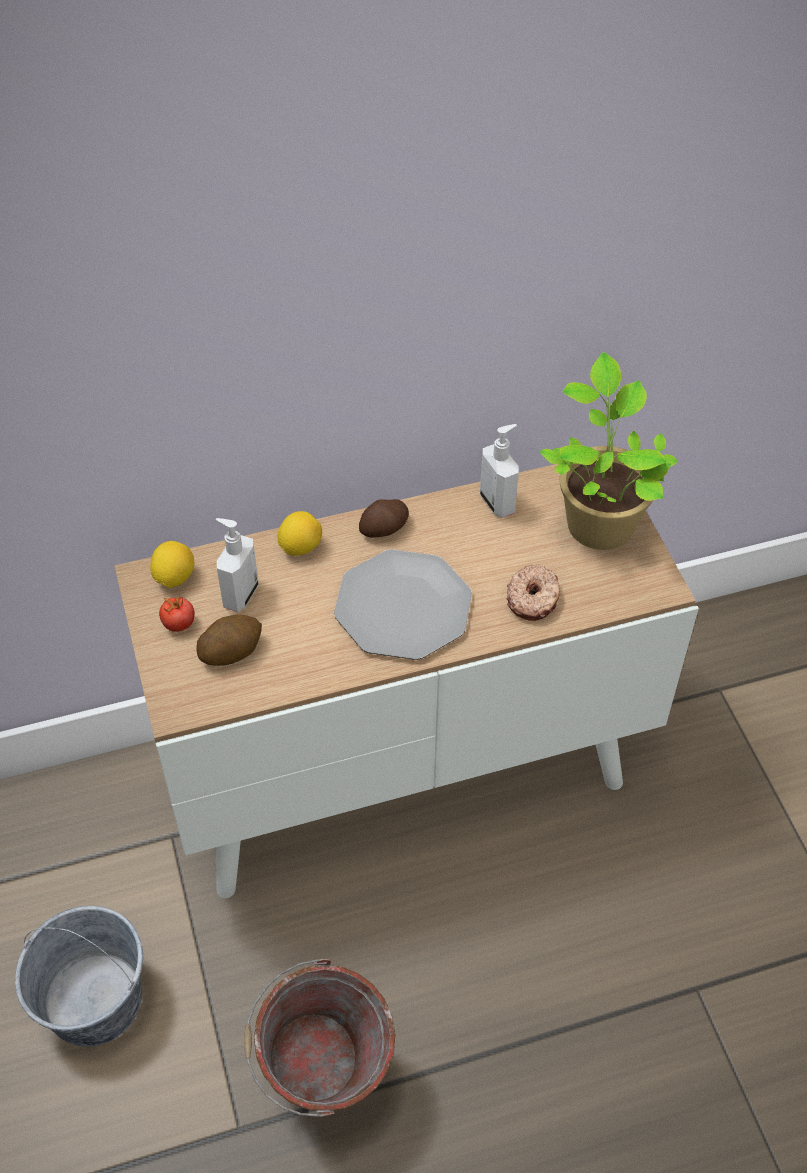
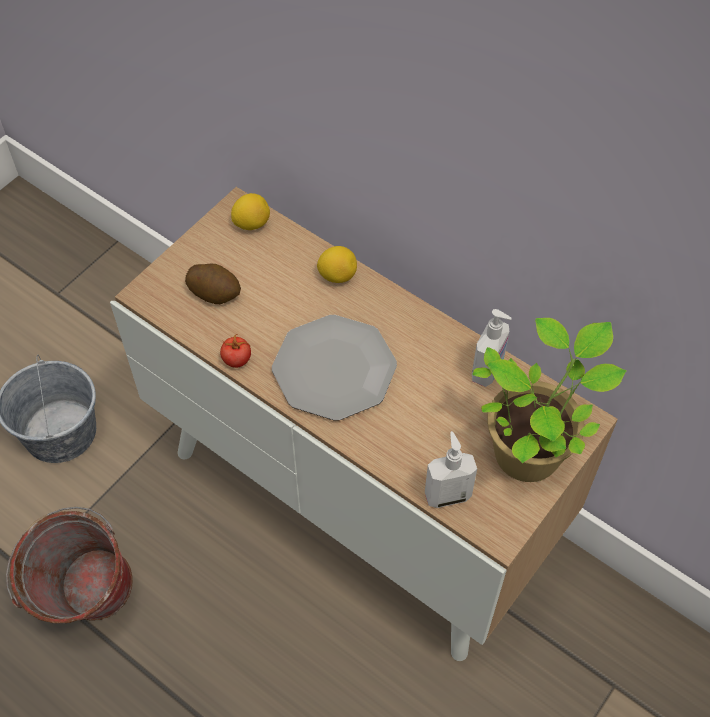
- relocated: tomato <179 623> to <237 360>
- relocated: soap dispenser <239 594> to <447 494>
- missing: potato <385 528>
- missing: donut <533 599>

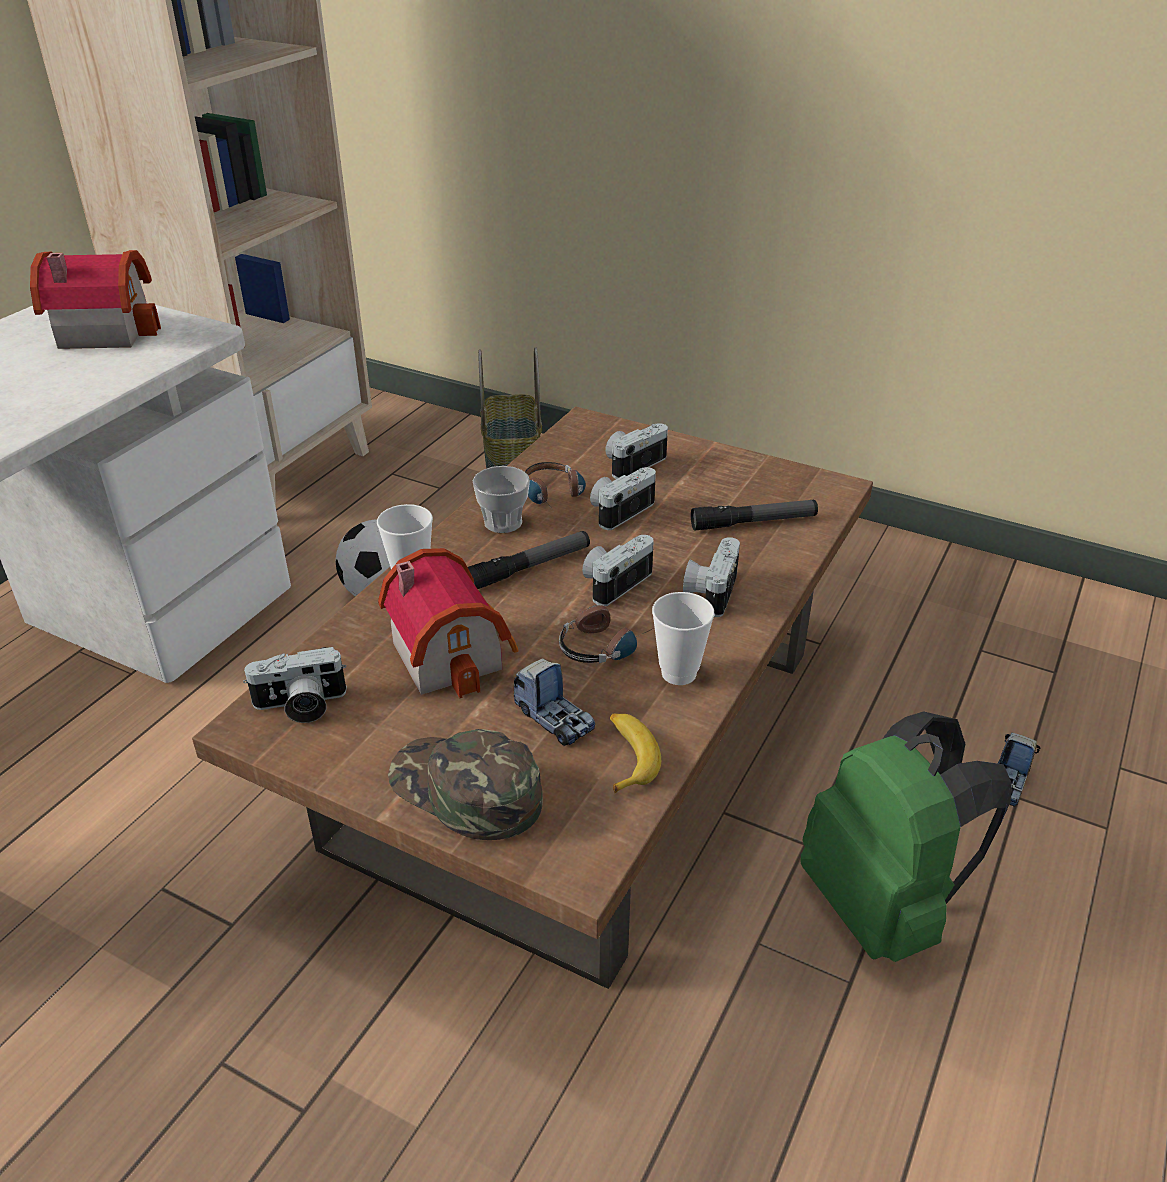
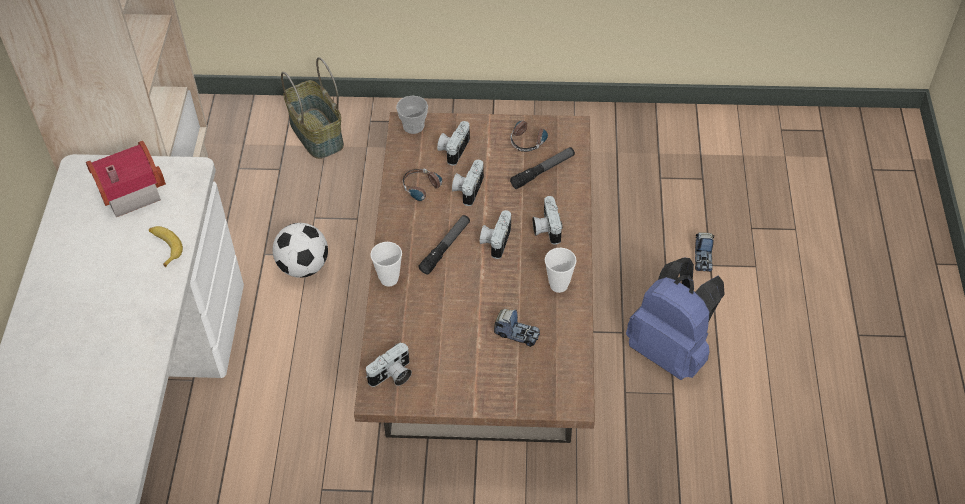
- relocated: banana <627 757> to <164 247>
- relocated: cup <503 522> to <413 126>
- relocated: headphones <606 643> to <530 137>
- colour: backpack/green <882 906> to backpack/blue <671 350>
- missing: toy house <453 652>
- missing: cap/green <465 790>

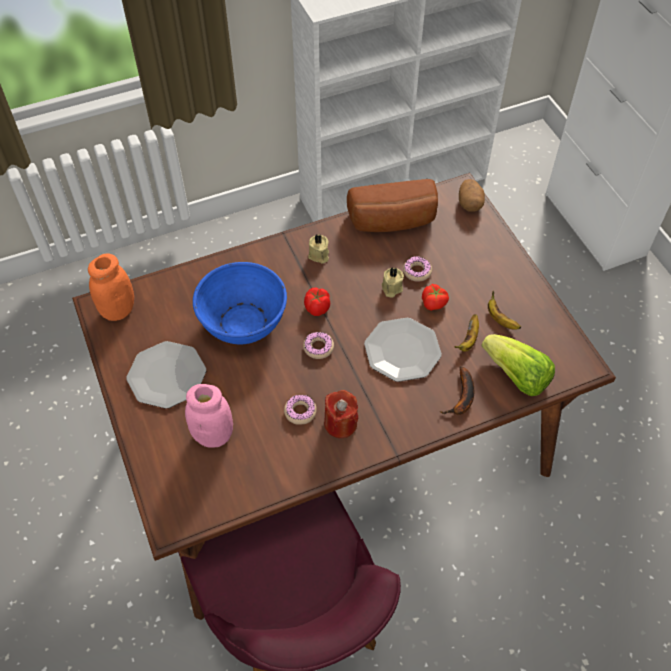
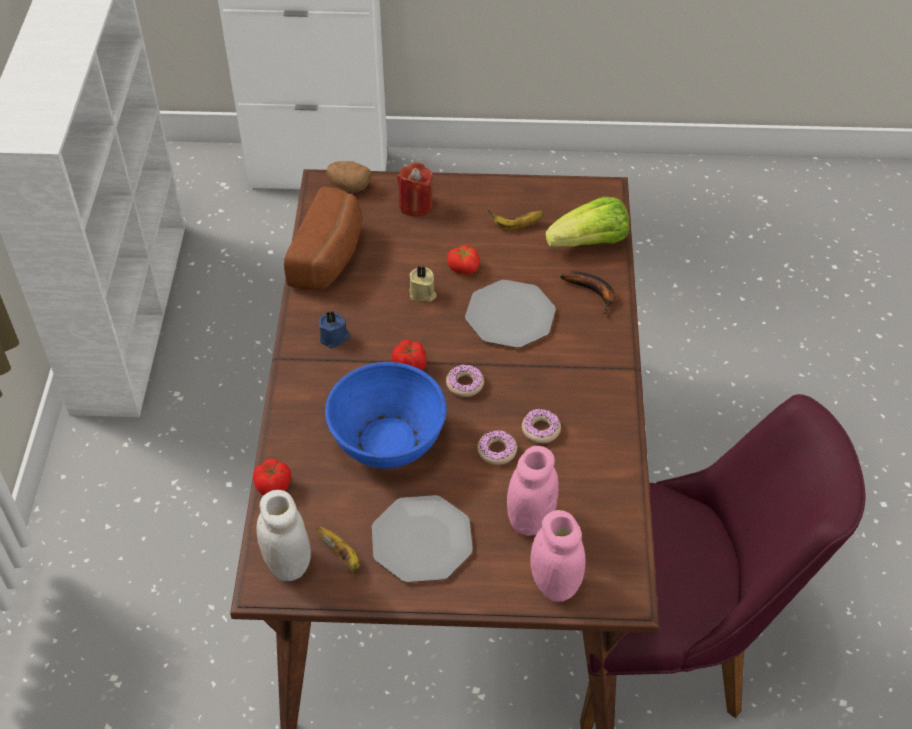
- appeared: tomato <274 486>
- colour: jar/orange <118 310> to jar/white <288 564>
- relocated: banana <468 340> to <342 555>
- colour: candle/beige <319 255> to candle/blue <334 338>
- relocated: candle/red <340 424> to <415 205>
- relocated: donut <417 271> to <497 451>
- appeared: jar/pink <554 584>

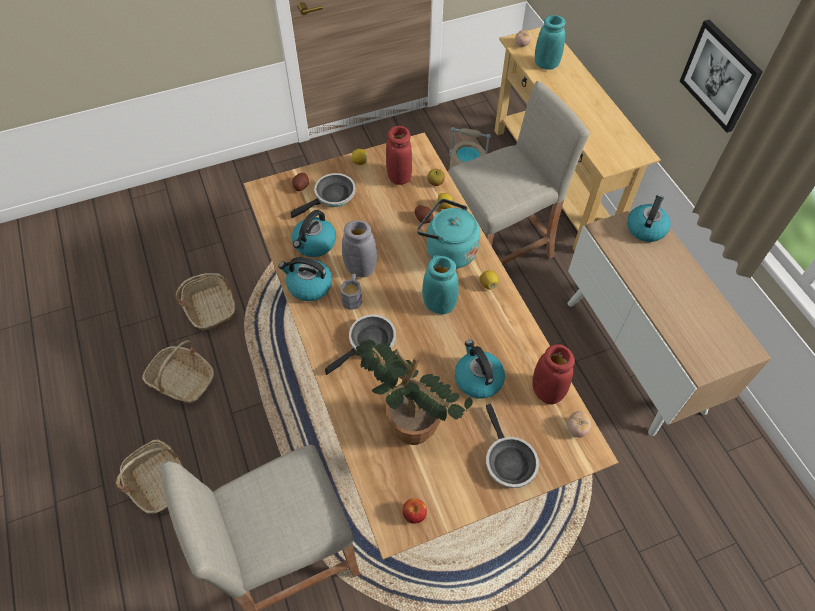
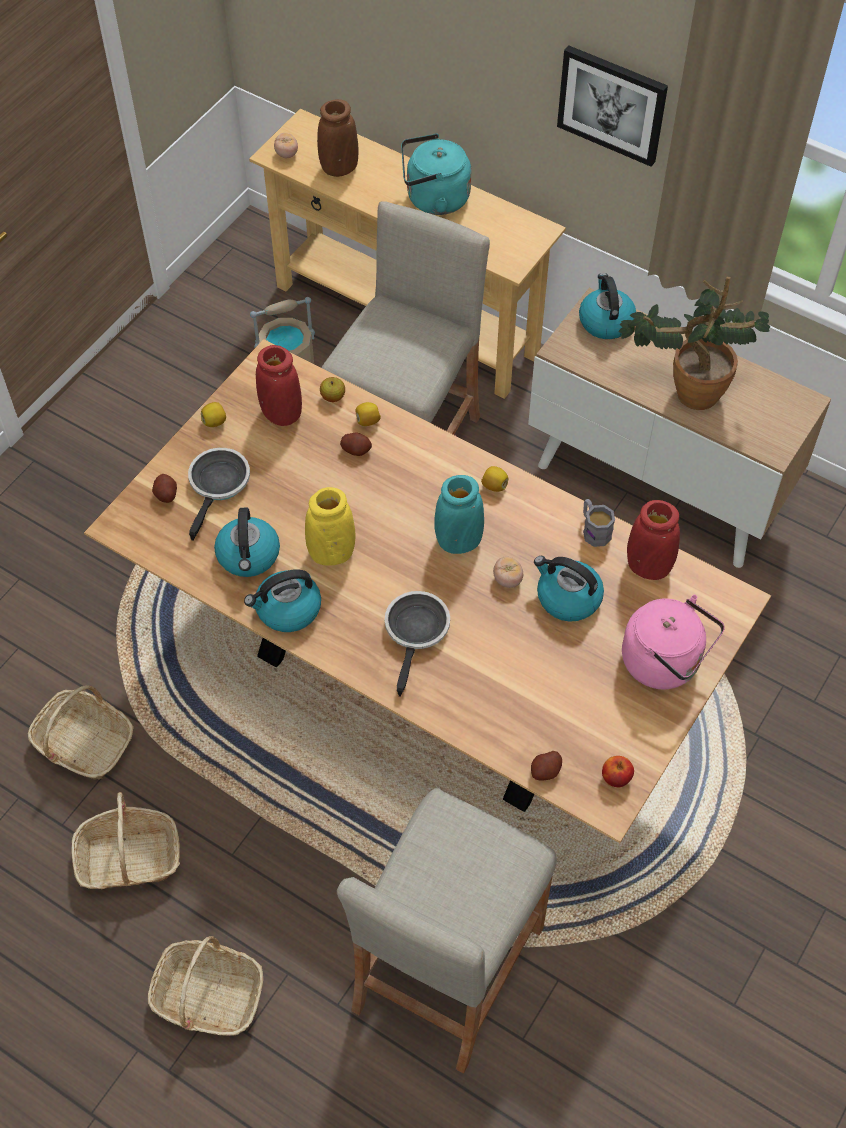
- colour: vase/grey <360 268> to vase/yellow <332 553>
- colour: vase/turquoise <546 64> to vase/brown <339 168>
- relocated: kettle/turquoise <447 251> to <433 199>
- relocated: tomato <577 428> to <507 579>
- appeared: potato <545 771>
- relocated: mug/grey <352 297> to <594 530>
- relocated: potted plant <408 419> to <687 390>
- exchanged: frying pan <508 460> to kettle/pink <665 663>

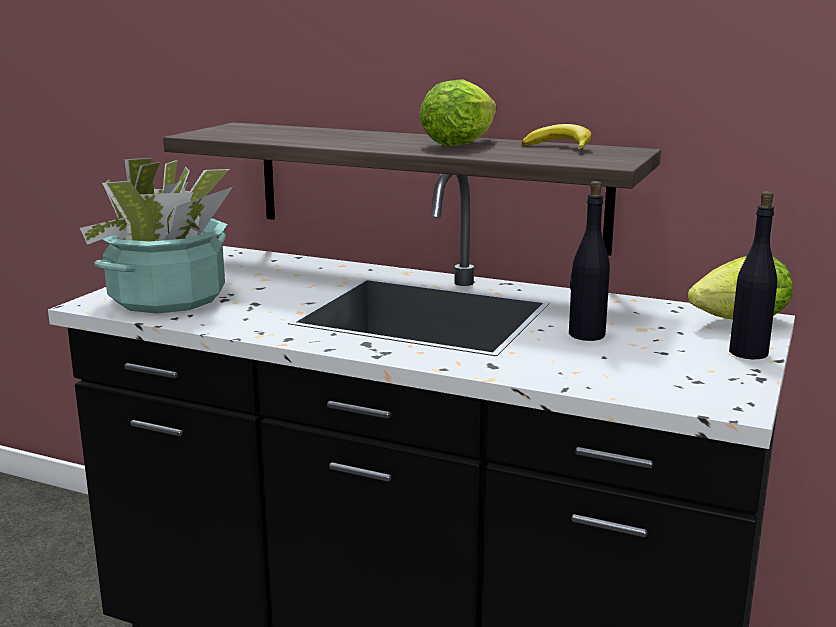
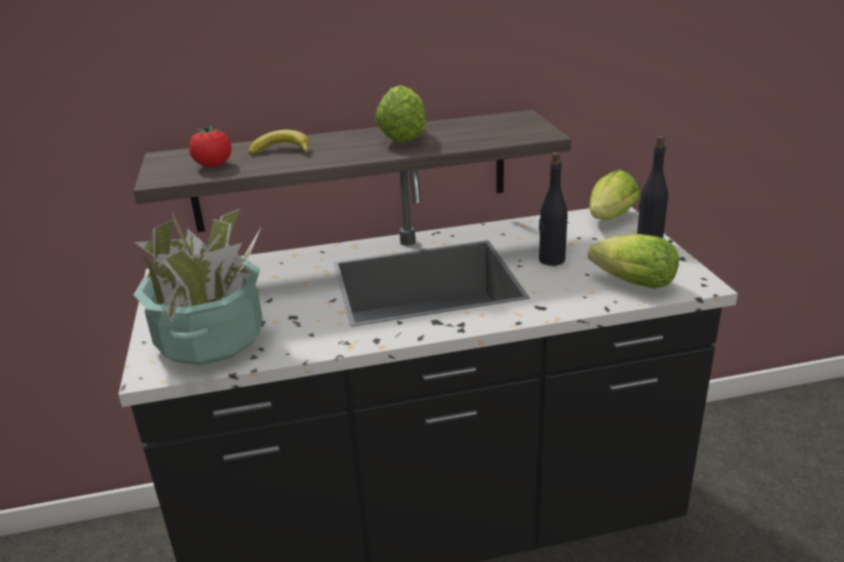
- appeared: tomato <213 165>
- relocated: banana <560 147> to <282 150>
- appeared: lettuce <629 282>

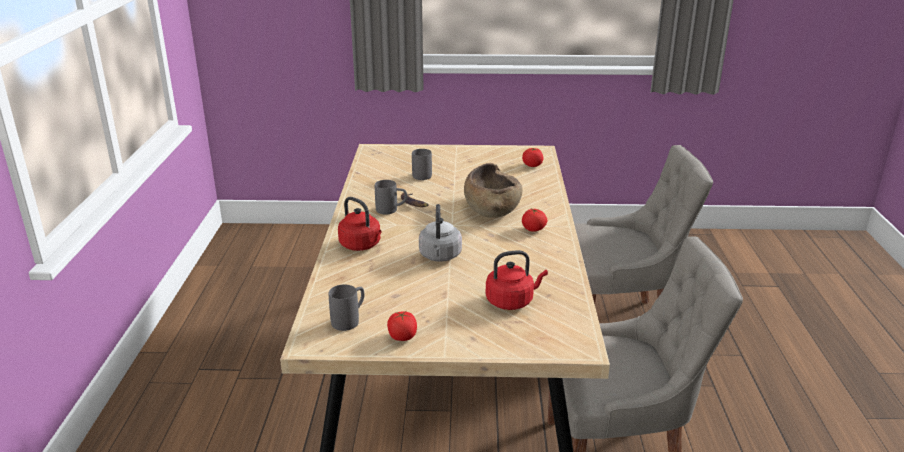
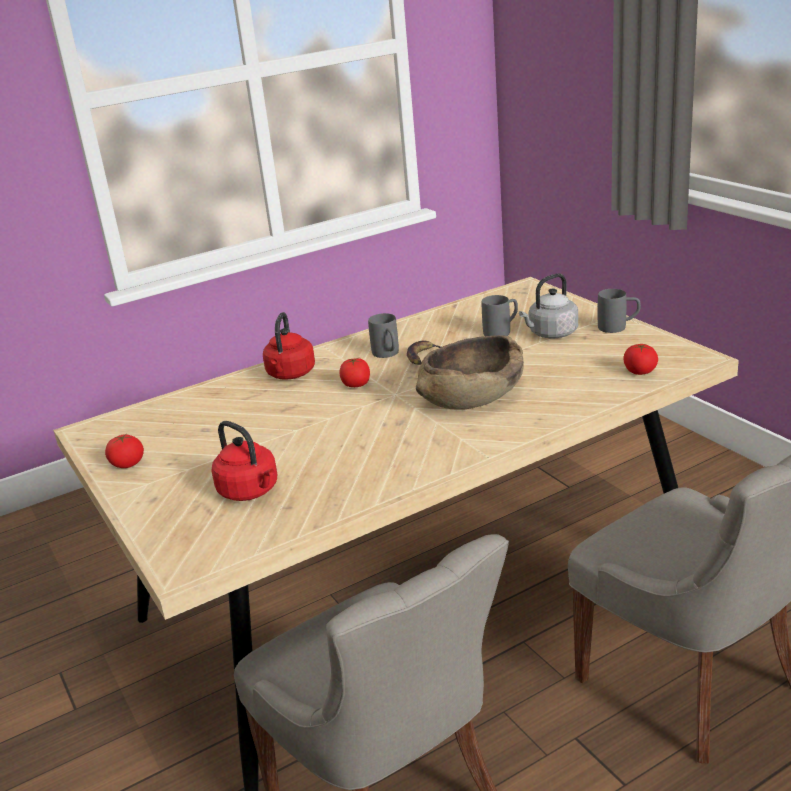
- relocated: tomato <533 229> to <356 385>
- relocated: kettle/grey <440 256> to <551 334>
- relocated: mug/grey <350 320> to <618 327>

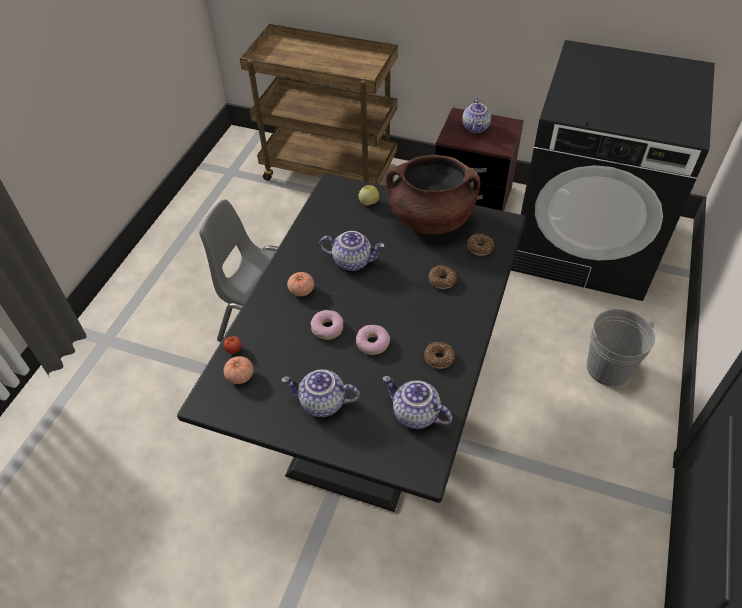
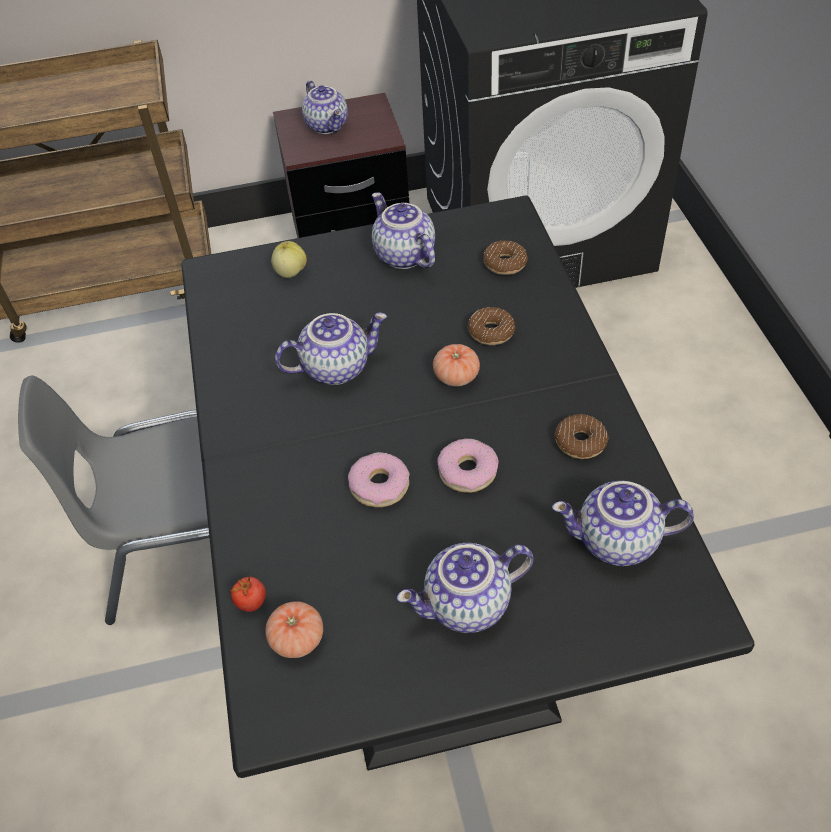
- exchanged: cooking pot/brown <430 219> to teapot <403 255>
- relocated: tomato <301 290> to <456 376>
- missing: bucket/grey <608 368>

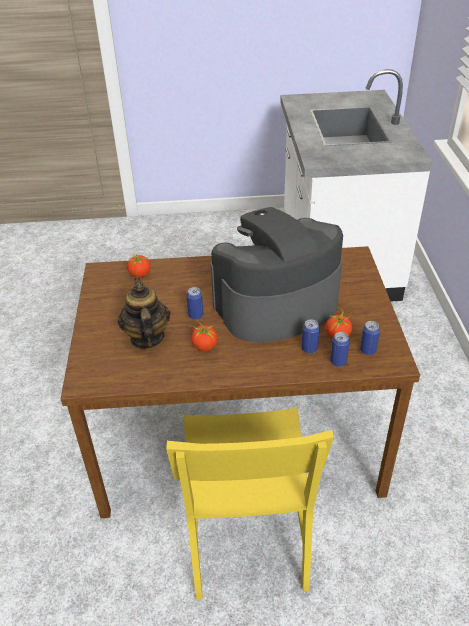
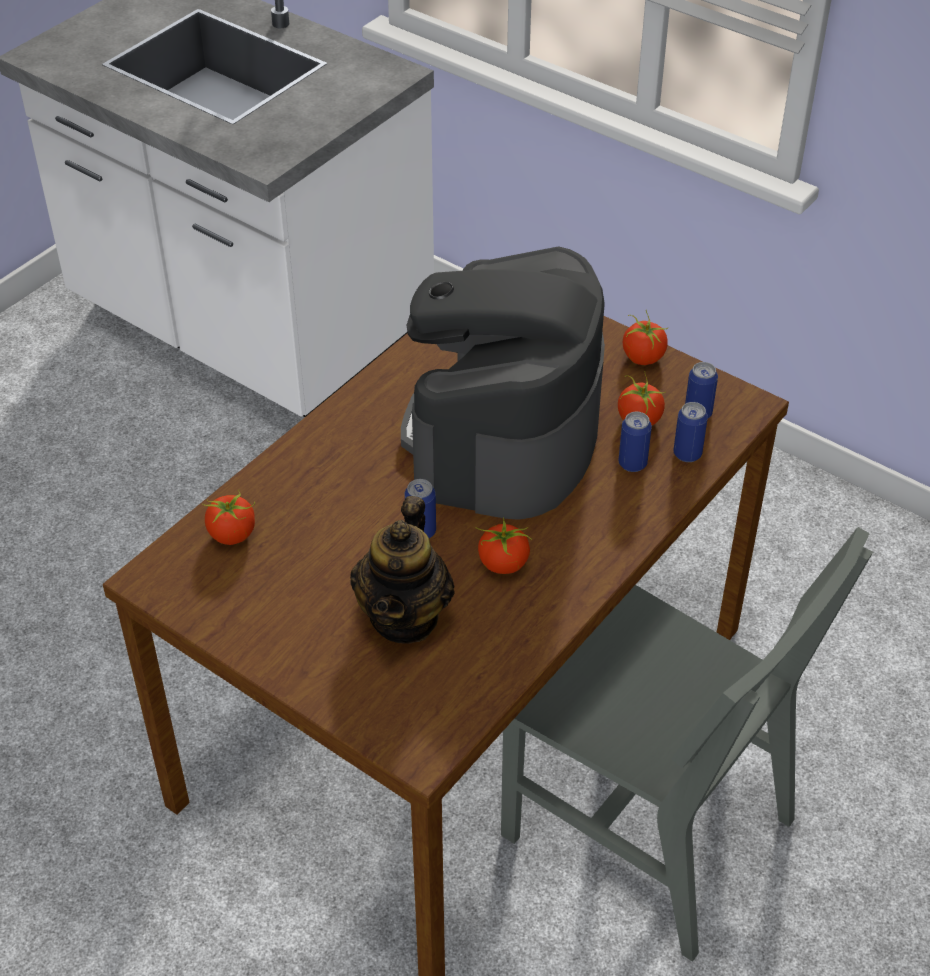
- spun: teapot <146 338> = <405 617> 105 degrees counterclockwise
- colour: chair/yellow <246 535> to chair/grey <647 828>
- appeared: tomato <643 357>

